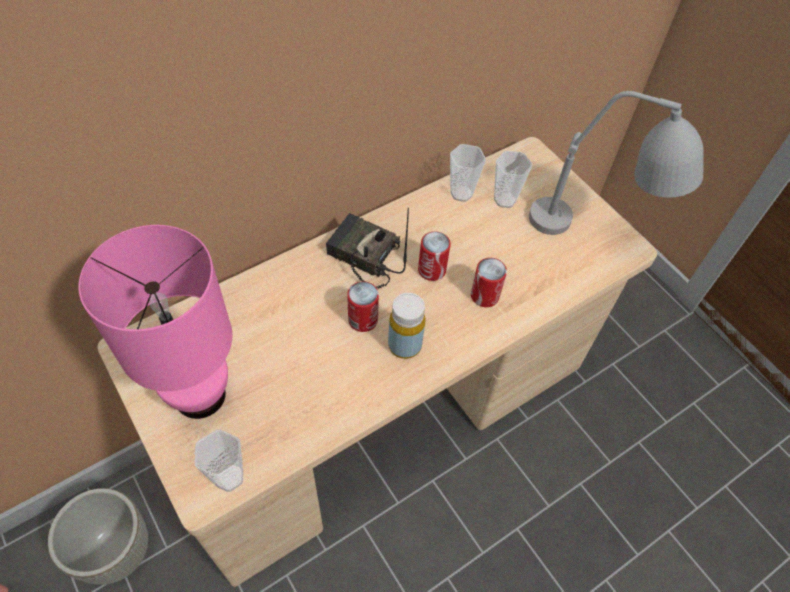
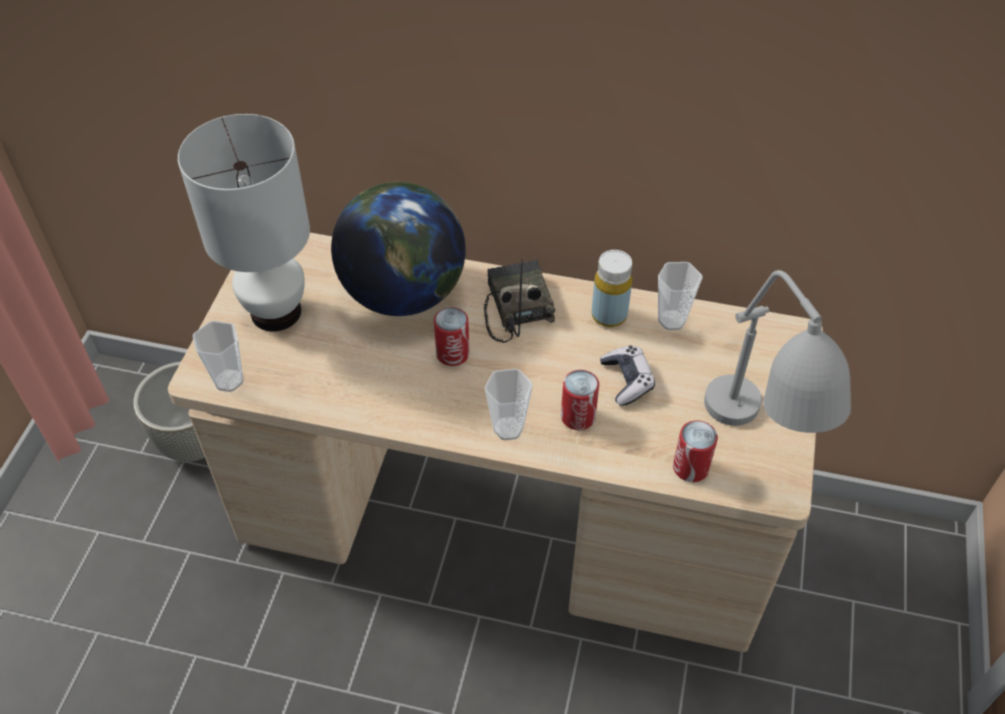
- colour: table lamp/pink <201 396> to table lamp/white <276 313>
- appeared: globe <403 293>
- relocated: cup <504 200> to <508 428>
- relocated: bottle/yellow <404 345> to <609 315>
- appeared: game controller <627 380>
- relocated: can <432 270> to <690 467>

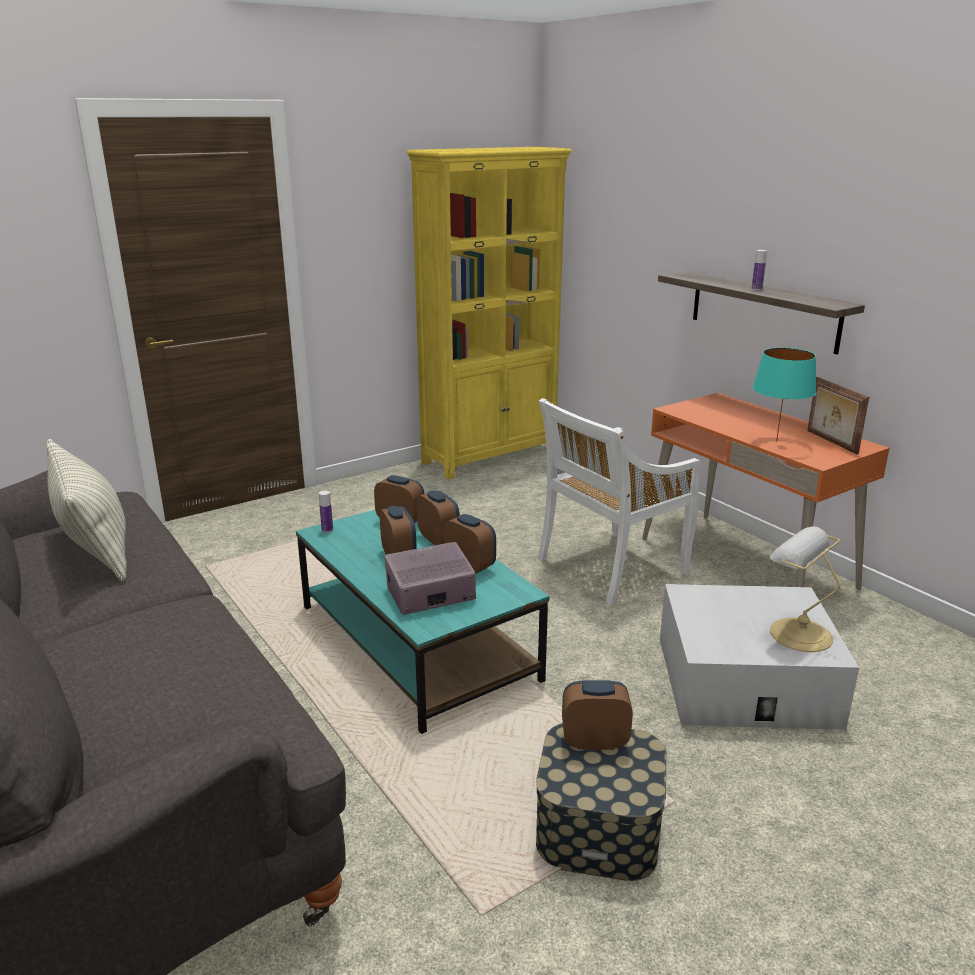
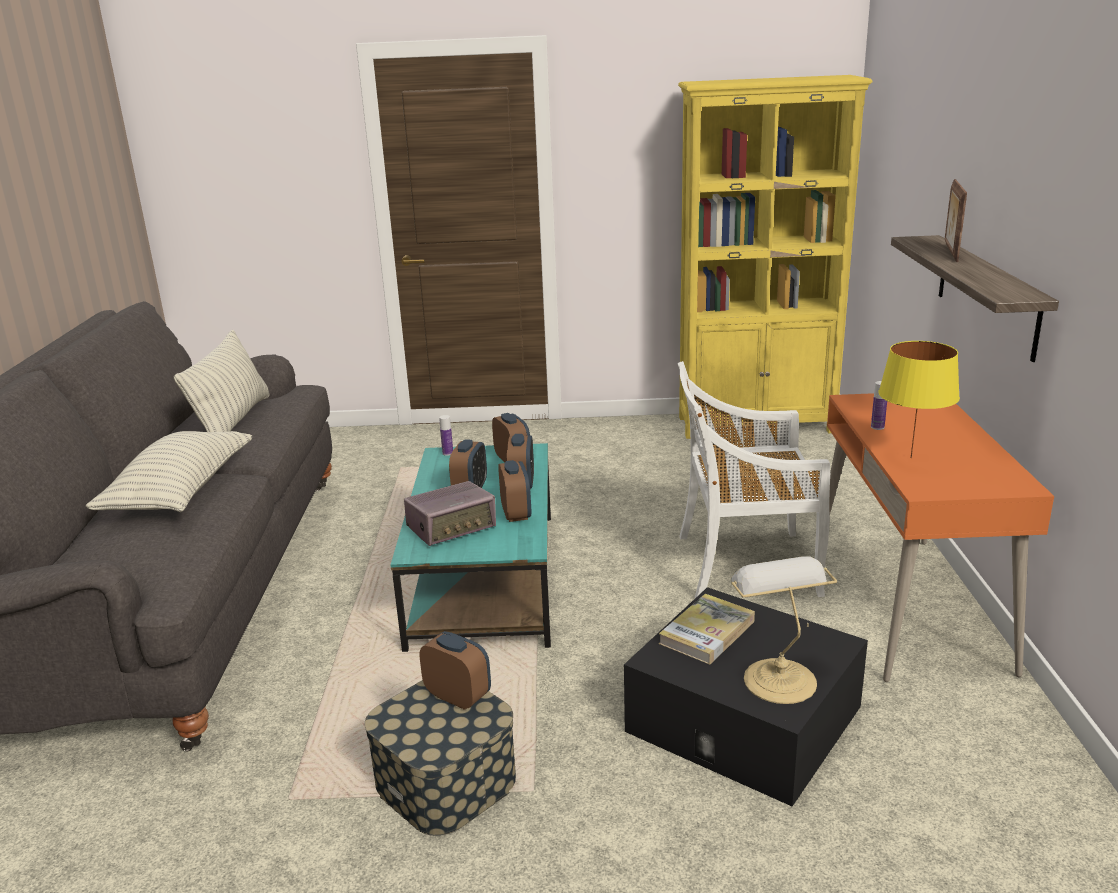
- appeared: pillow <180 492>
- spun: radio <429 594> = <452 528> 135 degrees clockwise
- colour: storage box/white <745 681> to storage box/black <744 719>
- appeared: book <707 632>
- relocated: bottle <756 289> to <877 427>
- colour: table lamp/turquoise <776 441> to table lamp/yellow <910 458>
- relocated: picture frame <830 442> to <950 252>

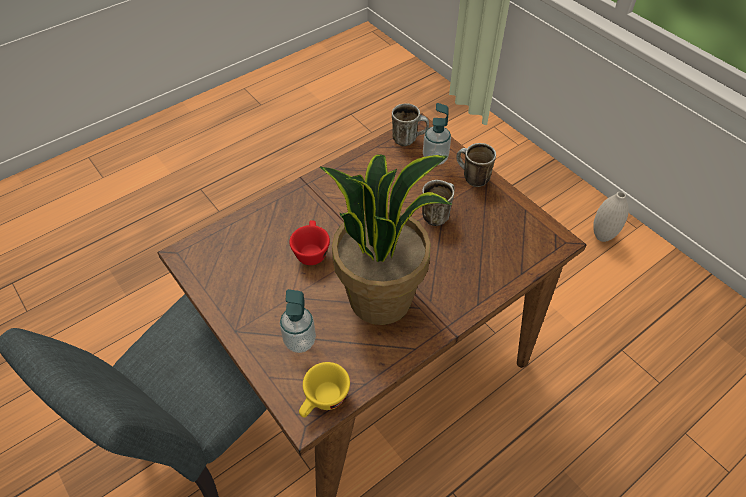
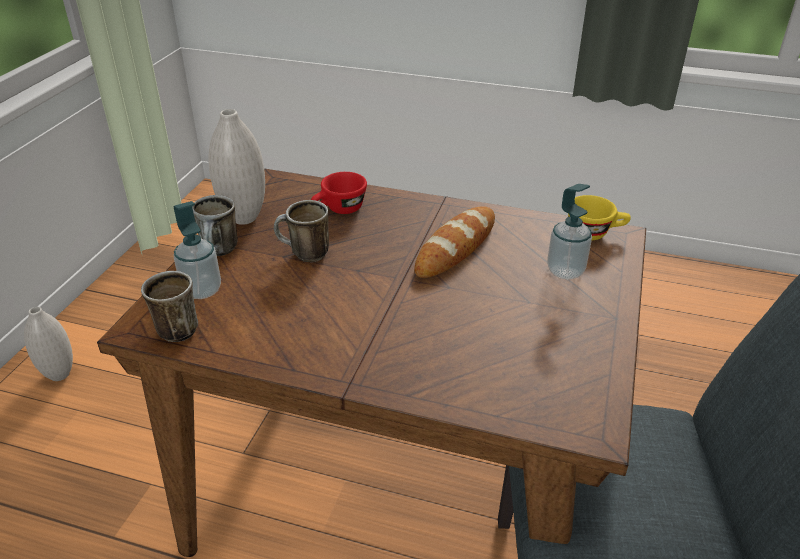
- appeared: vase/white <244 218>
- relocated: cup/red <311 251> to <339 210>
- exchanged: potted plant <381 297> to bread <456 247>

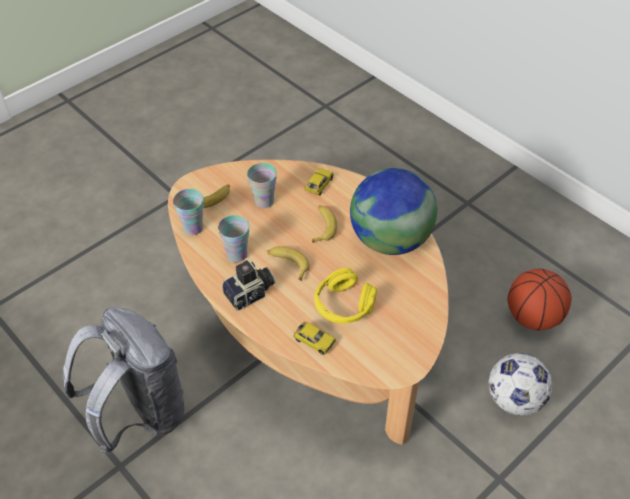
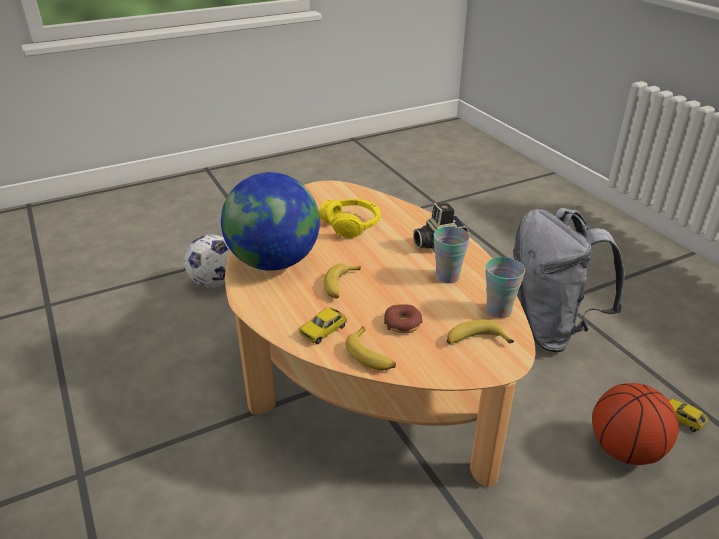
- relocated: banana <288 264> to <371 355>
- exchanged: cup <264 201> to donut <402 323>
- relocated: basketball <533 317> to <624 450>
- relocated: toy car <314 341> to <682 418>

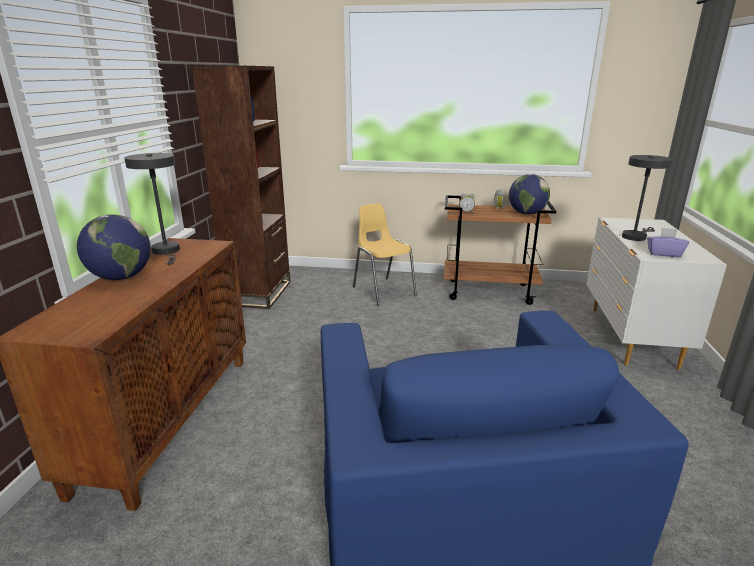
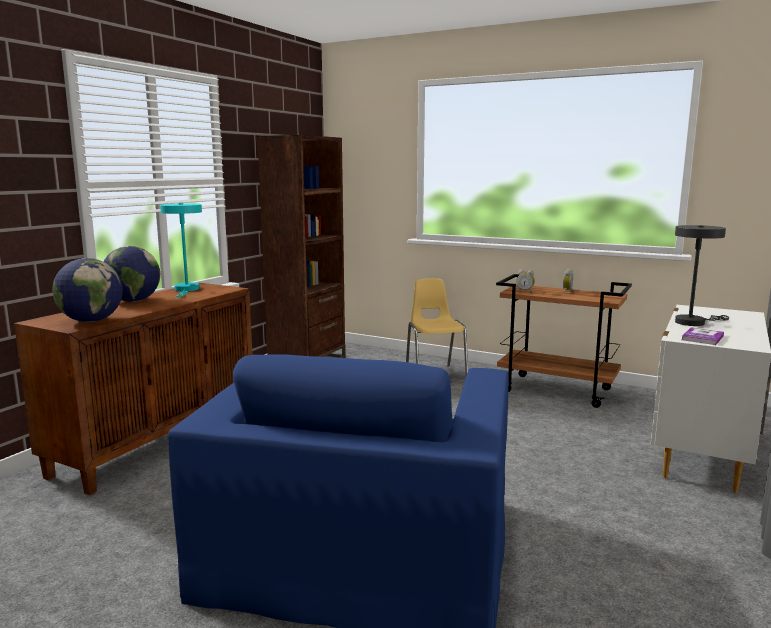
- relocated: globe <526 213> to <91 321>
- colour: table lamp/grey <167 251> to table lamp/turquoise <186 290>
- exchanged: tissue box/purple <664 253> to book <702 338>

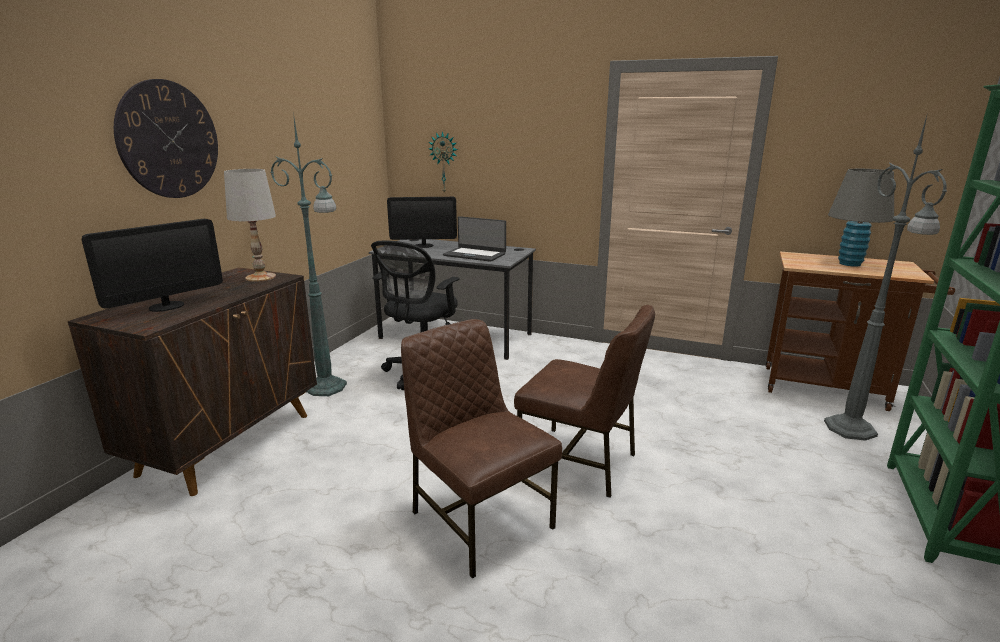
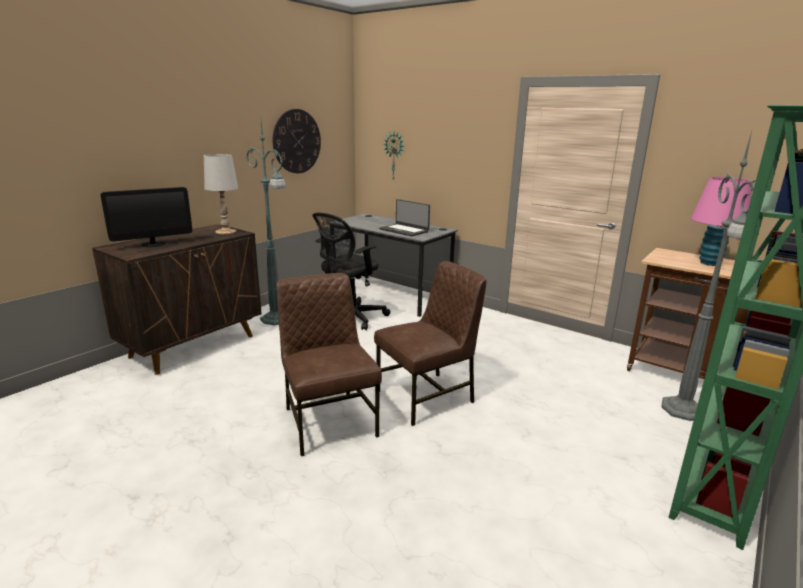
- relocated: wall clock <169 140> to <297 141>
- spun: chair/brown <579 462> = <427 397> 75 degrees counterclockwise
- colour: table lamp/grey <850 264> to table lamp/pink <710 263>
- missing: monitor <424 245>

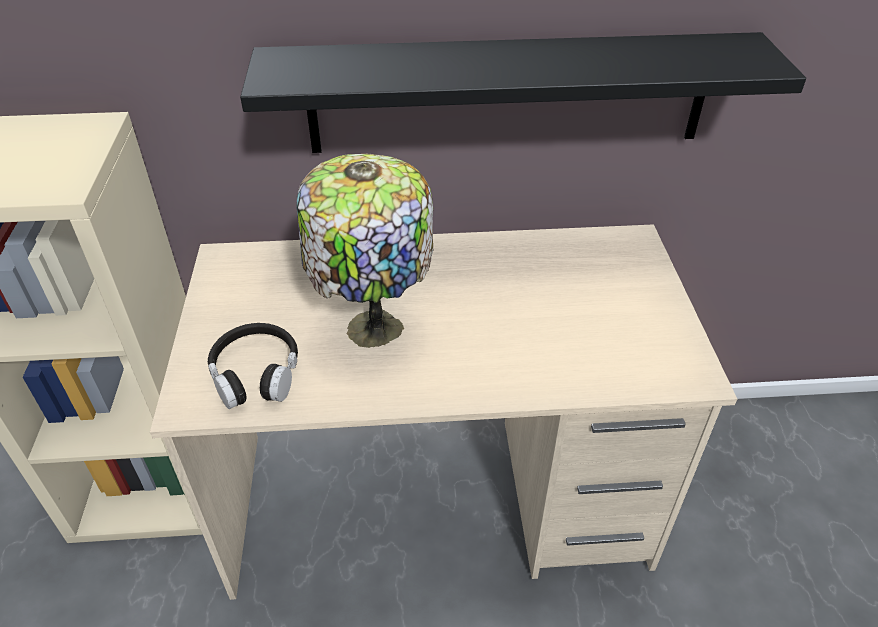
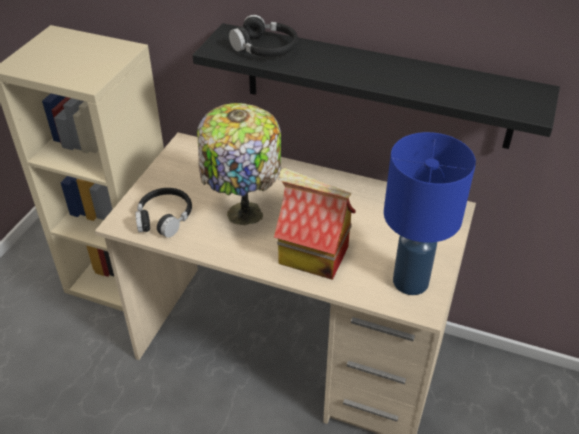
- appeared: headphones/black <265 48>
- appeared: toy house <312 255>
- appeared: table lamp/blue <411 281>

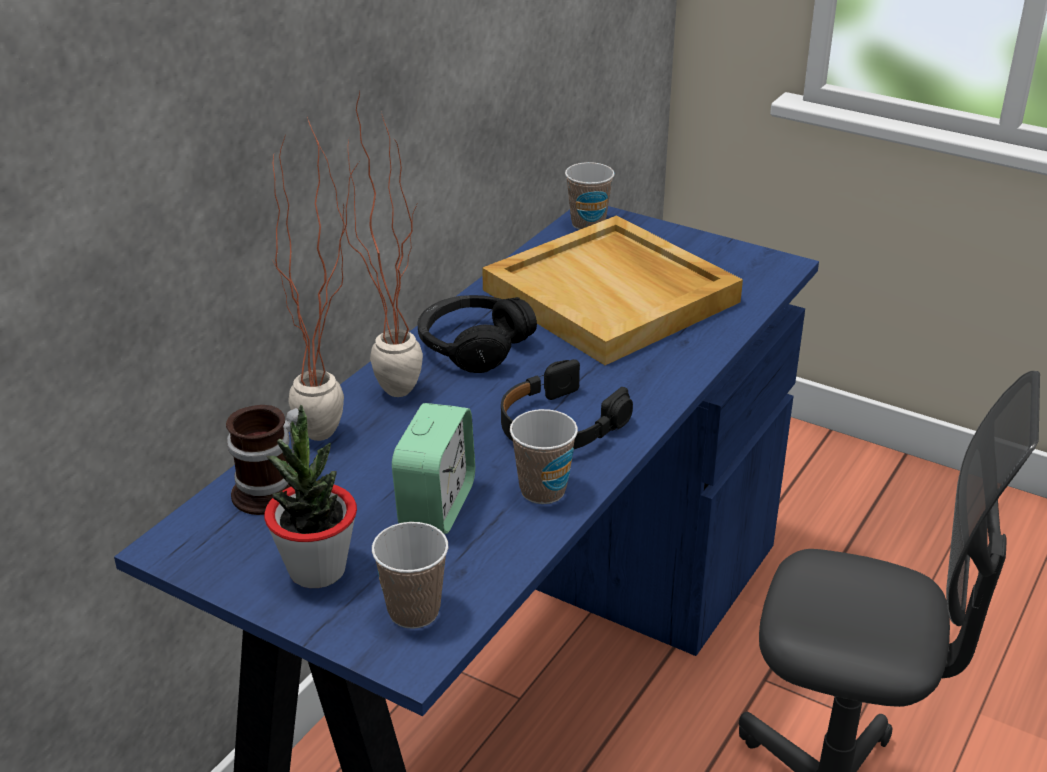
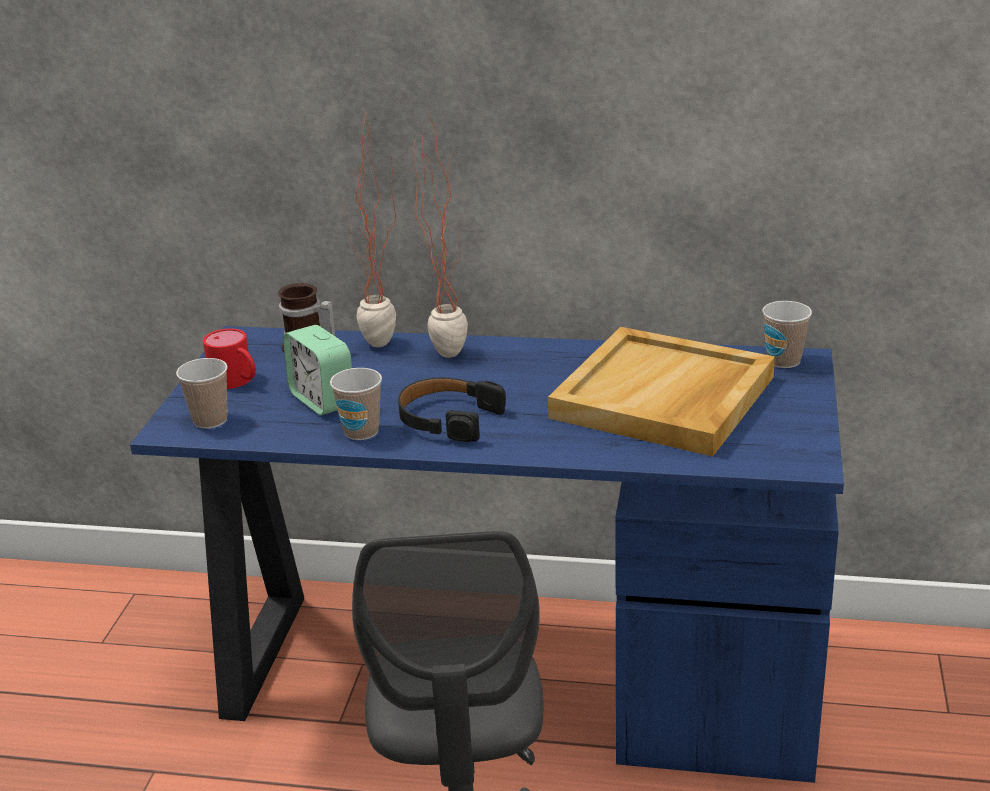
- exchanged: potted plant <317 570> to mug/red <237 381>
- spun: alarm clock <436 506> = <322 400> 60 degrees clockwise
- missing: headphones/black <473 346>

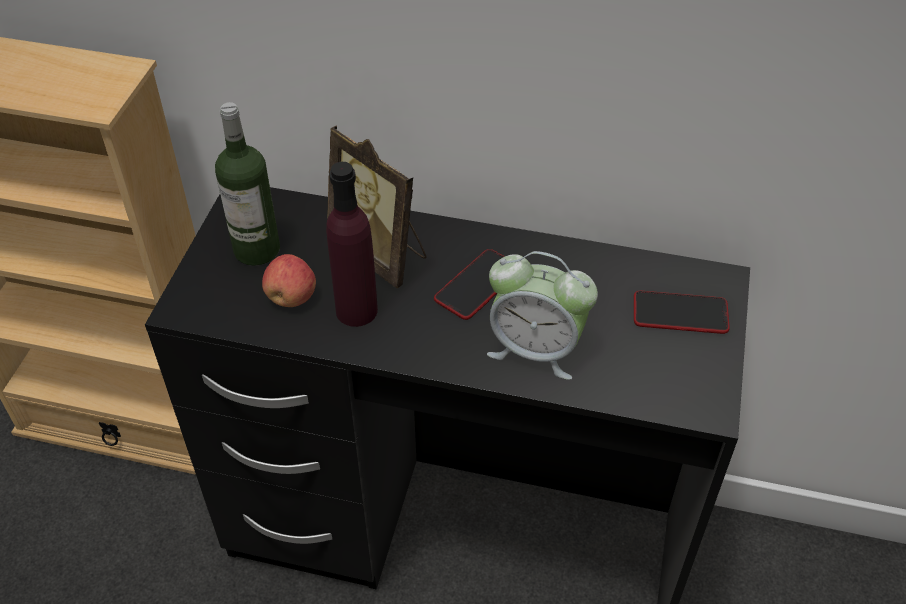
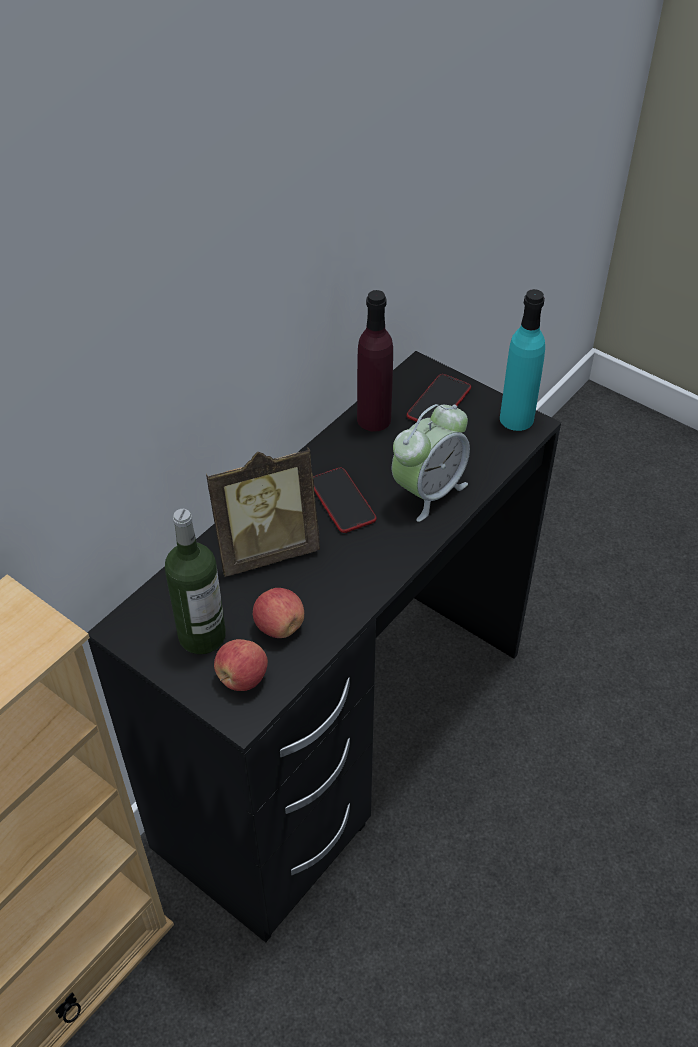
- appeared: apple <242 678>
- relocated: bottle/purple <356 310> to <374 419>
- appeared: bottle/turquoise <516 419>

